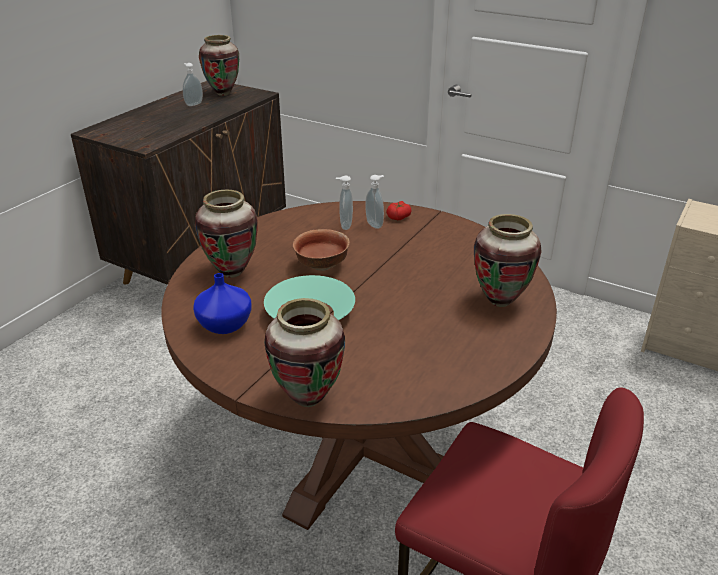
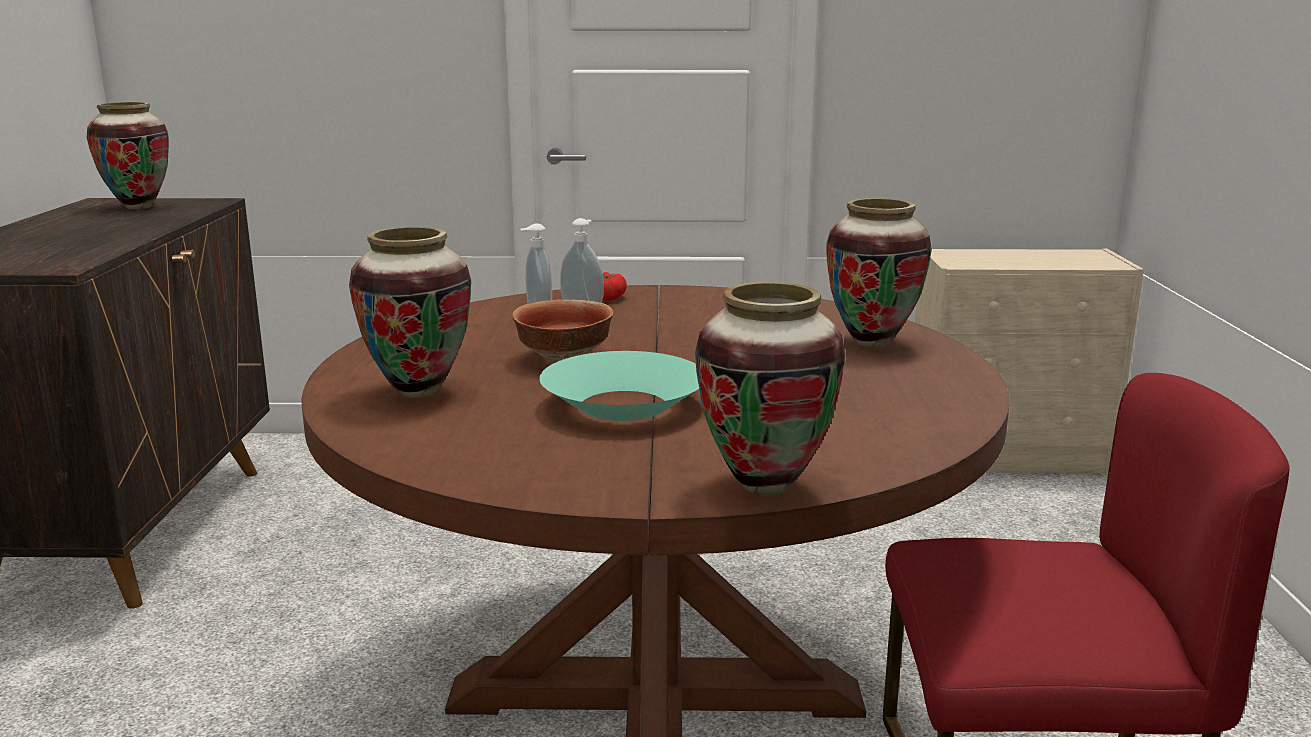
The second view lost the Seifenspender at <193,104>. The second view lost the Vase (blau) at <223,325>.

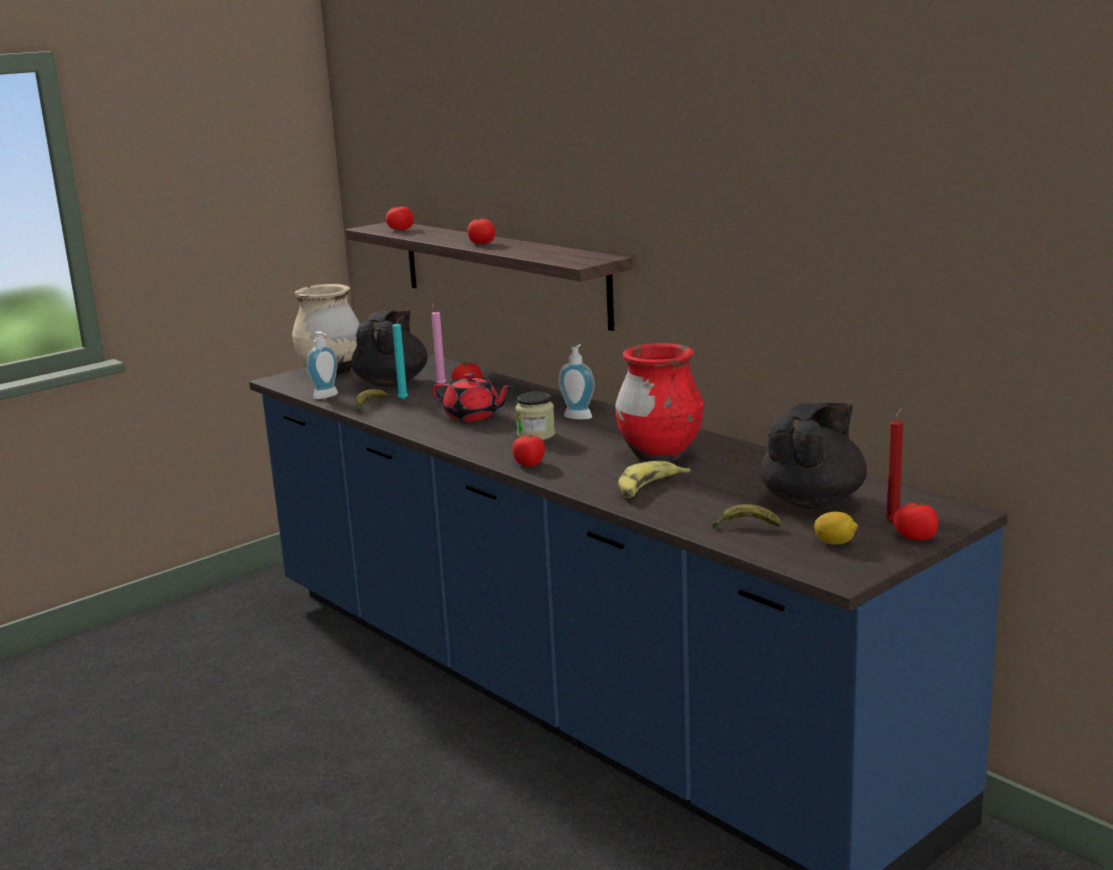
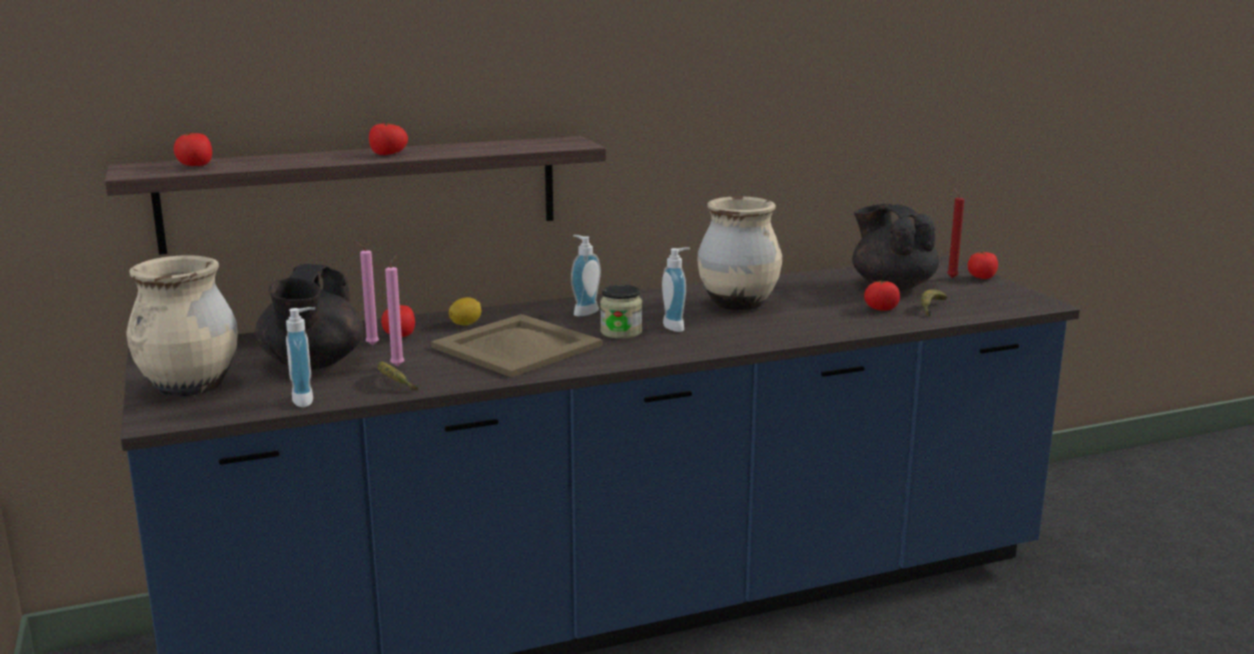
The Teekanne (schwarz) at <392,382> ended up facing another way, 120 degrees counterclockwise from before. What was the Kerze (türkis) at <405,400> turned into the Kerze (rosa) at <399,365>. What was the Vase (rot) at <660,455> turned into the Vase (beige) at <737,304>. Where the Teekanne (rot) stood at <473,416>, the Tablett (beige) came to stand at <517,346>. The Tomate ended up elsewhere, having gone from <529,464> to <880,309>. The second view lost the Banane at <648,488>. The Zitrone ended up elsewhere, having gone from <835,542> to <466,324>. The second view gained the Seifenspender at <677,326>.

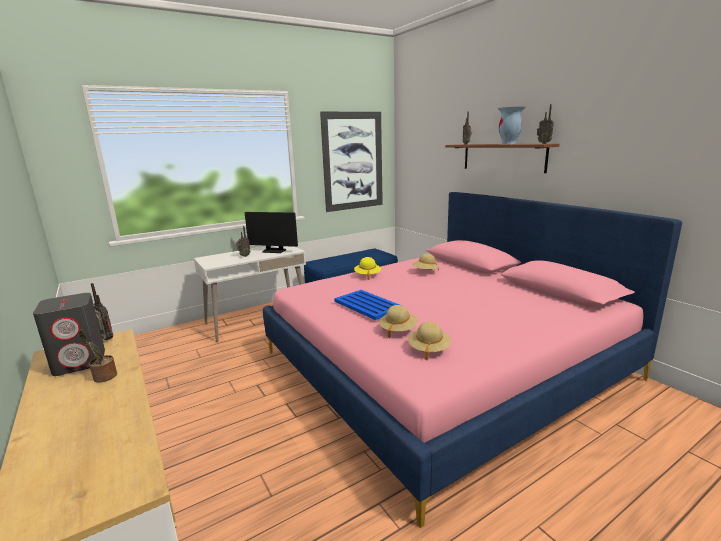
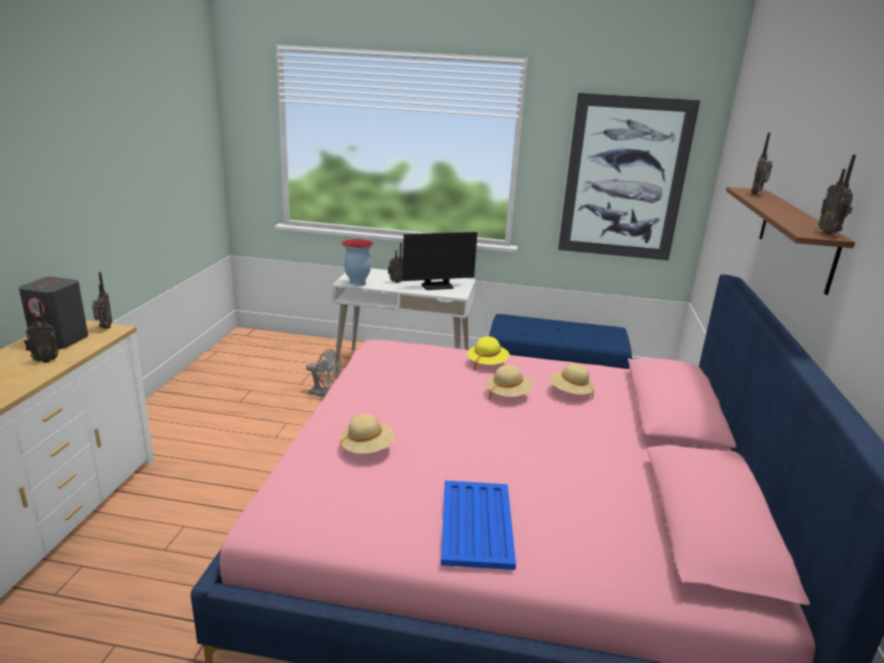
The Vase ended up elsewhere, having gone from <509,144> to <357,283>. The Monitor at <274,251> ended up facing another way, 75 degrees counterclockwise from before. The Tablett (blau) ended up elsewhere, having gone from <367,305> to <477,523>. The Hut (beige) ended up elsewhere, having gone from <429,349> to <508,394>. Where the Topfpflanze stood at <103,377>, the Radio came to stand at <45,360>. The second view gained the Ventilator (grau) at <325,394>.

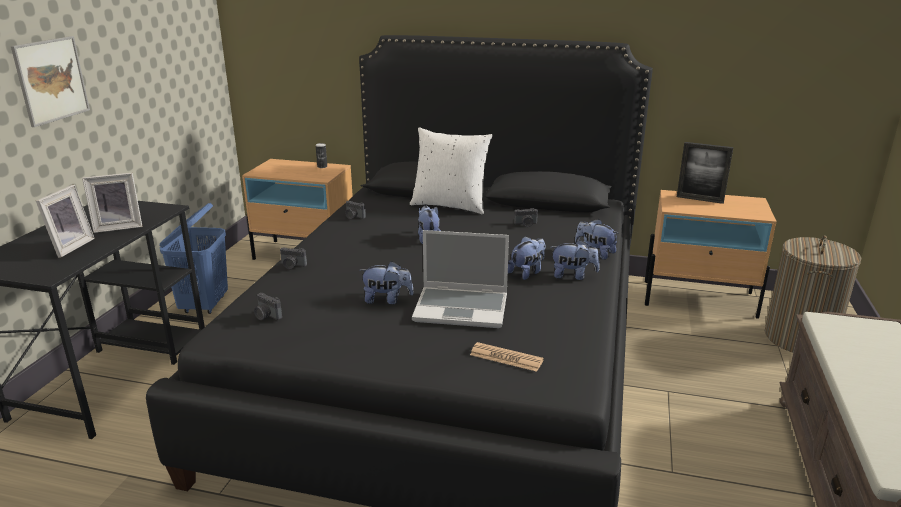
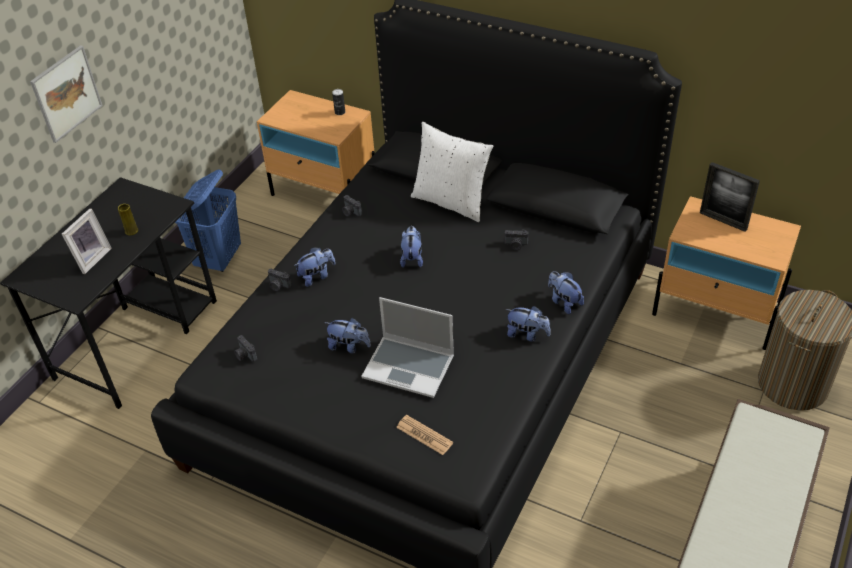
Where the Bilderrahmen stood at <118,227>, the Vase (gelb) came to stand at <131,231>. The Plüschtier ended up elsewhere, having gone from <527,272> to <316,276>.

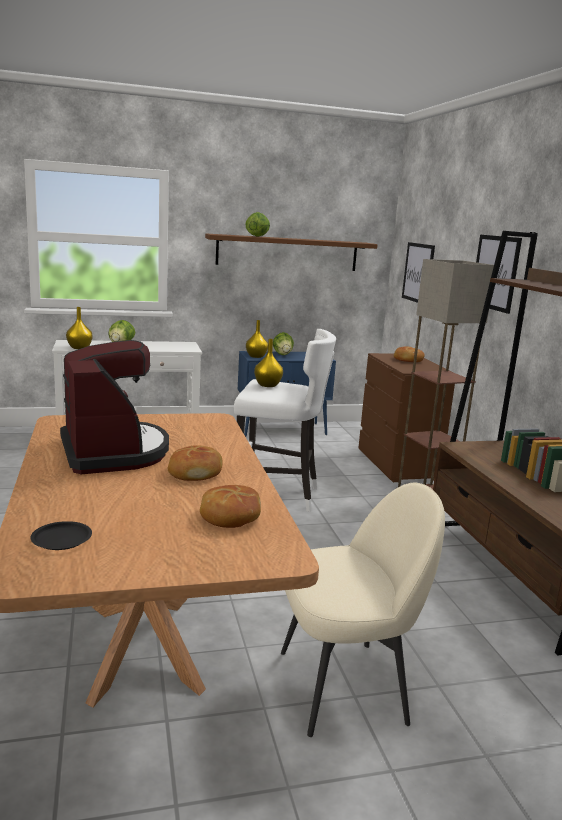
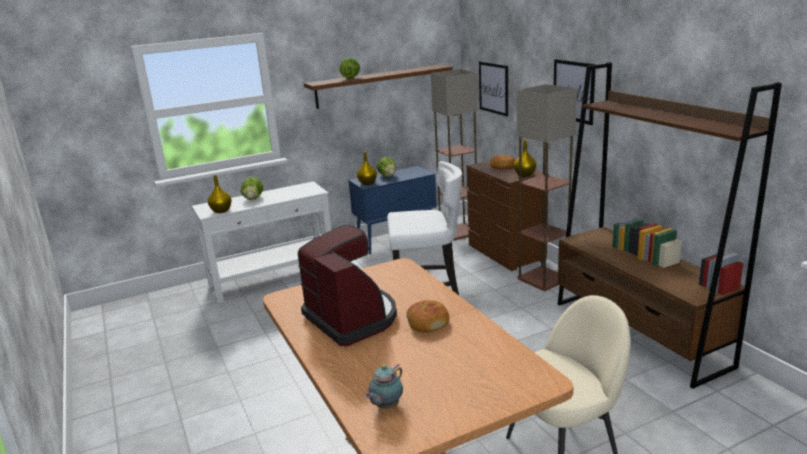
The Vase (gelb) ended up elsewhere, having gone from <267,385> to <524,175>. The second view lost the Brot at <230,516>. Where the Teller (schwarz) stood at <62,539>, the Teekanne came to stand at <386,406>. The second view gained the Stehlampe at <458,232>.

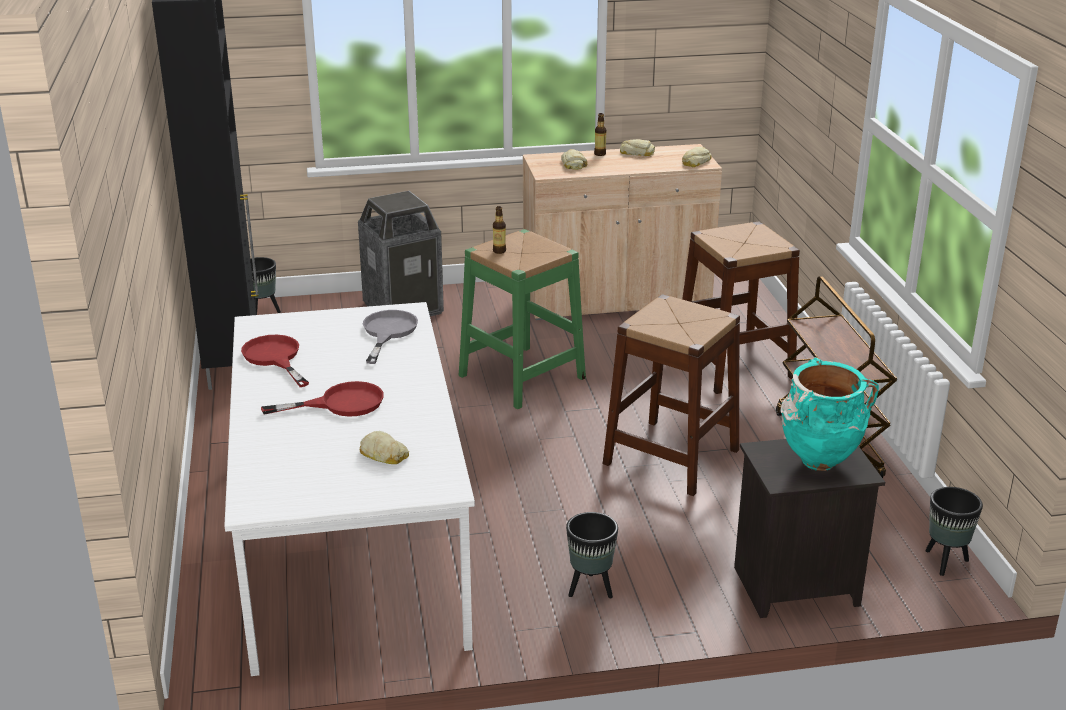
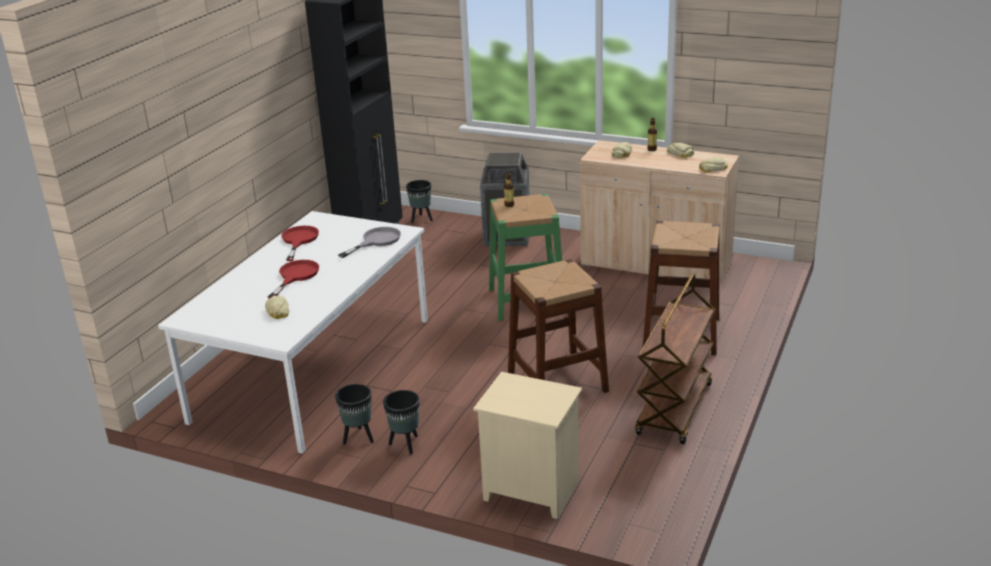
The second view lost the Vase (türkis) at <818,461>. The Pfanne (rot) at <340,403> ended up facing another way, 90 degrees counterclockwise from before. What was the Nachttisch (schwarz) at <795,588> turned into the Nachttisch (beige) at <529,491>. The Pflanzkübel (schwarz) ended up elsewhere, having gone from <945,562> to <358,438>.

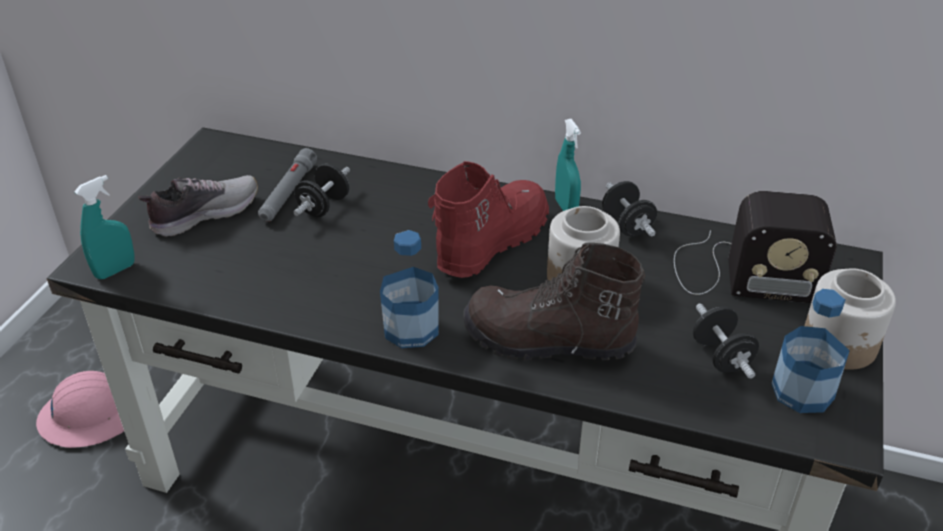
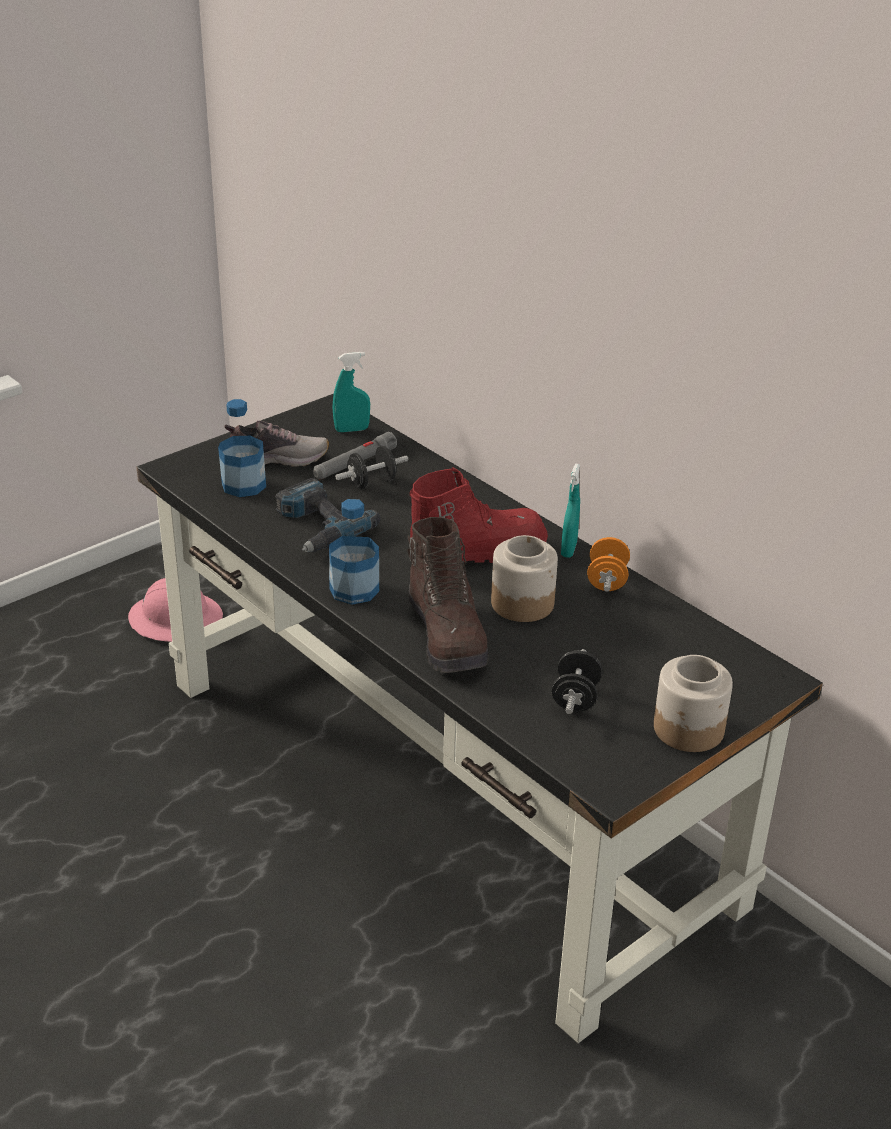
The Sprühflasche (türkis) ended up elsewhere, having gone from <115,270> to <351,430>. What was the Hantel (schwarz) at <627,225> turned into the Hantel (orange) at <607,580>. The second view lost the Radio at <739,273>. The Stiefel (braun) at <547,341> ended up facing another way, 150 degrees counterclockwise from before. The Flasche ended up elsewhere, having gone from <802,391> to <244,485>. The second view gained the Bohrmaschine at <317,527>.

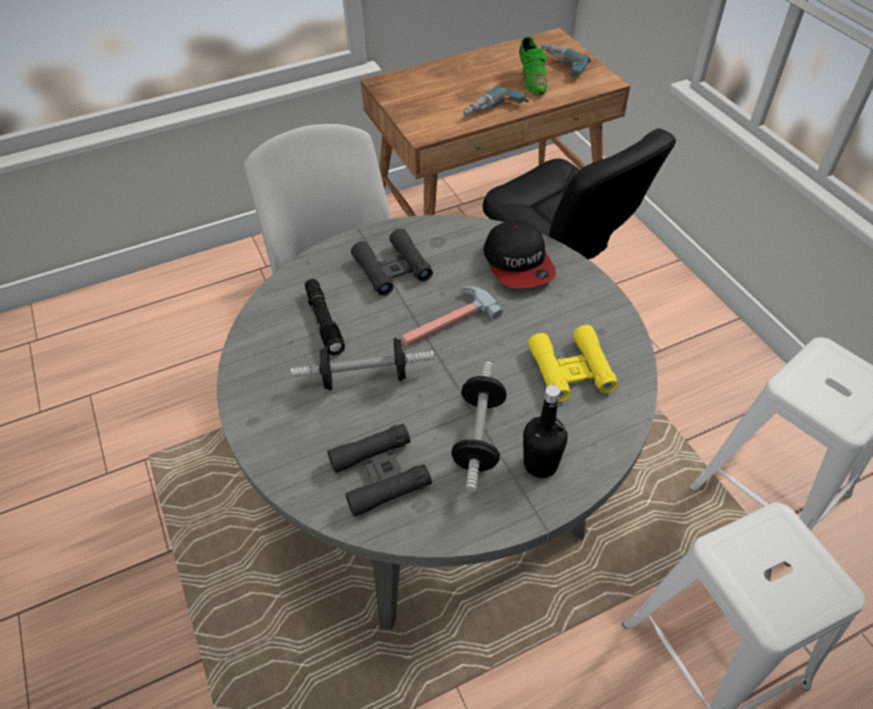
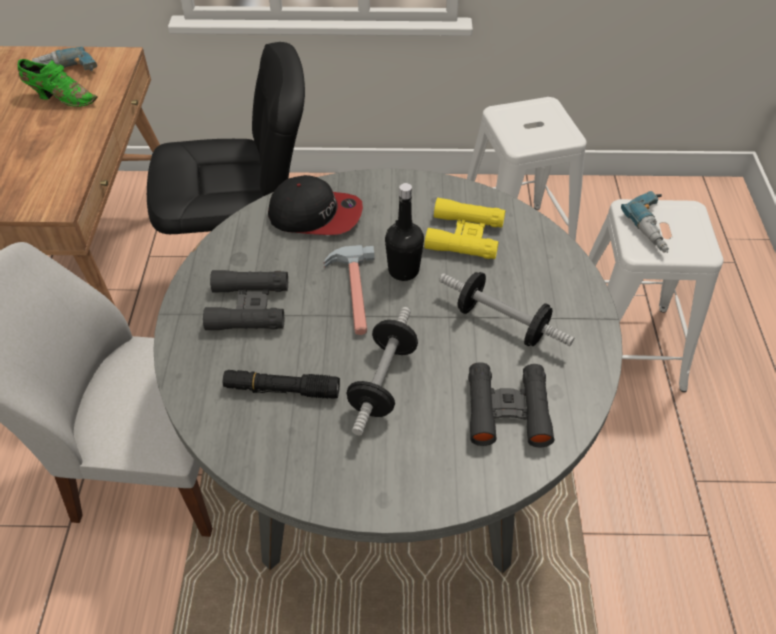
The Bohrmaschine ended up elsewhere, having gone from <495,112> to <655,228>. The Flasche (schwarz) ended up elsewhere, having gone from <540,464> to <403,270>.

